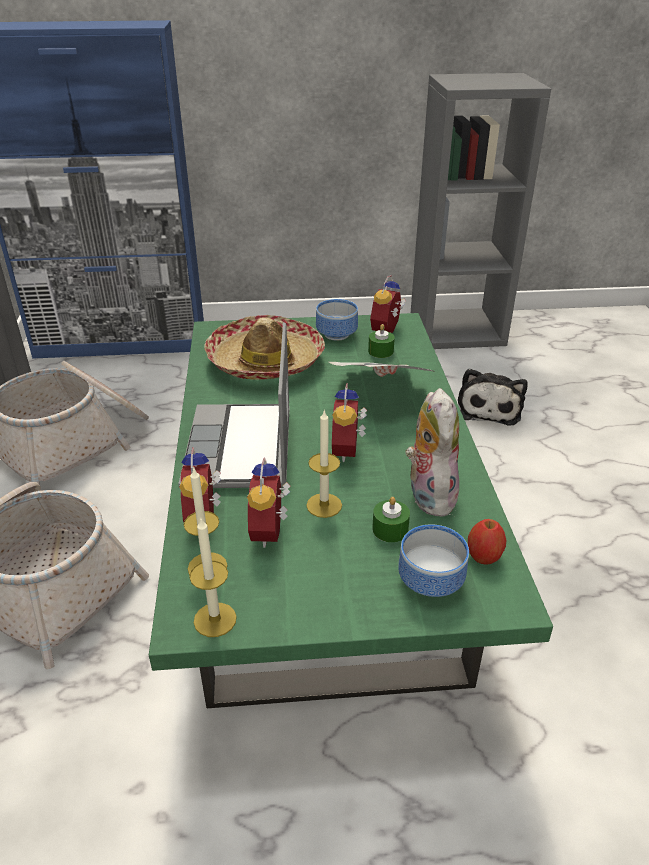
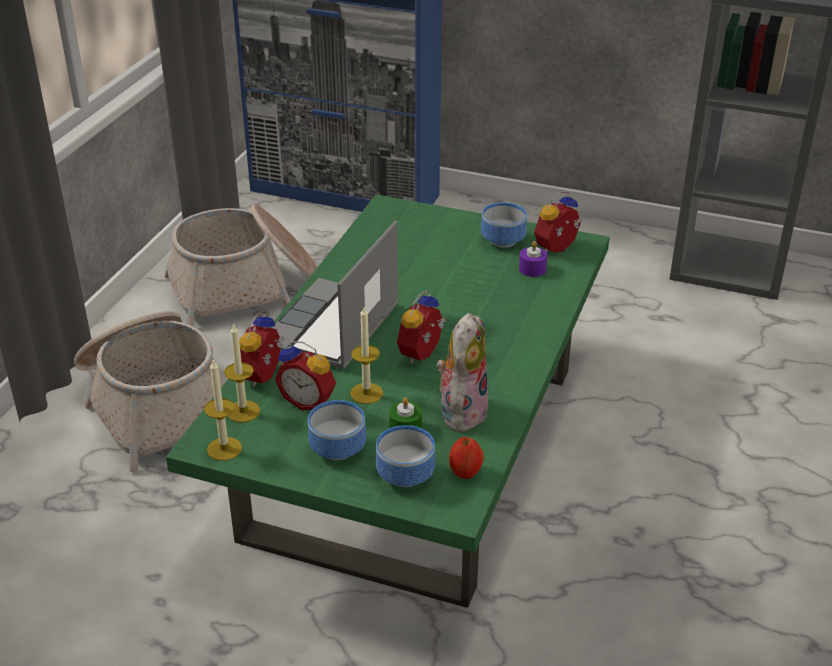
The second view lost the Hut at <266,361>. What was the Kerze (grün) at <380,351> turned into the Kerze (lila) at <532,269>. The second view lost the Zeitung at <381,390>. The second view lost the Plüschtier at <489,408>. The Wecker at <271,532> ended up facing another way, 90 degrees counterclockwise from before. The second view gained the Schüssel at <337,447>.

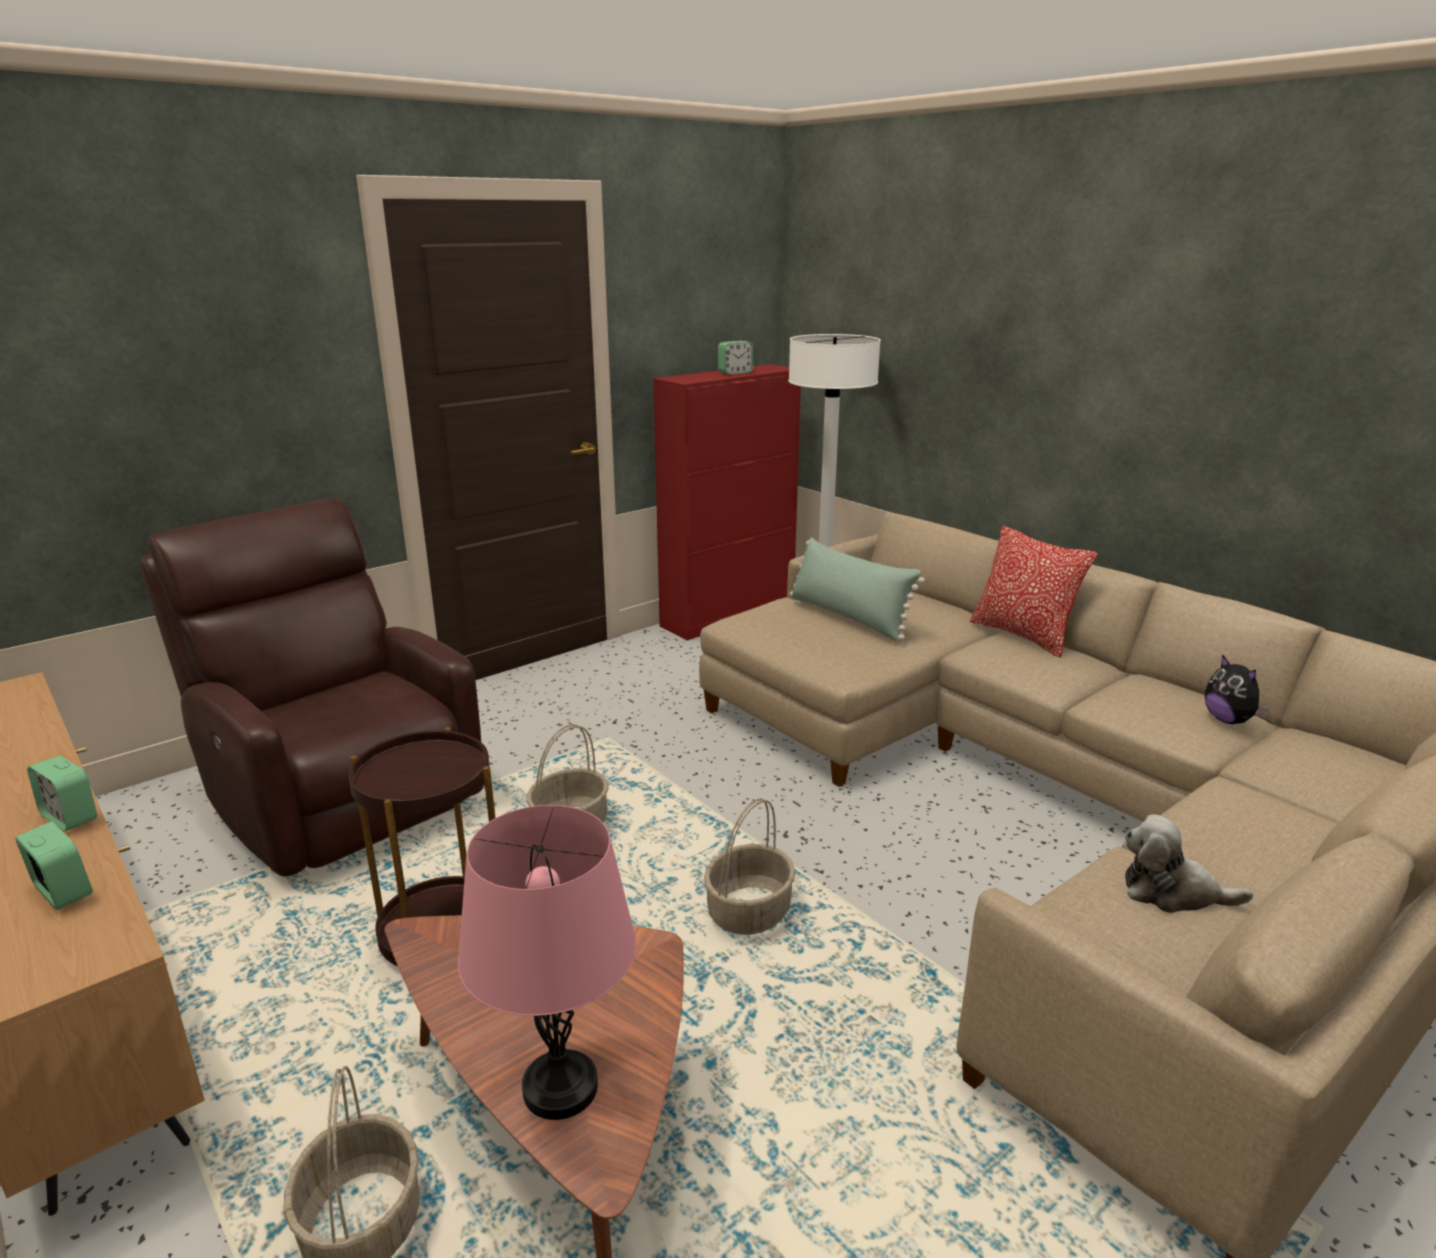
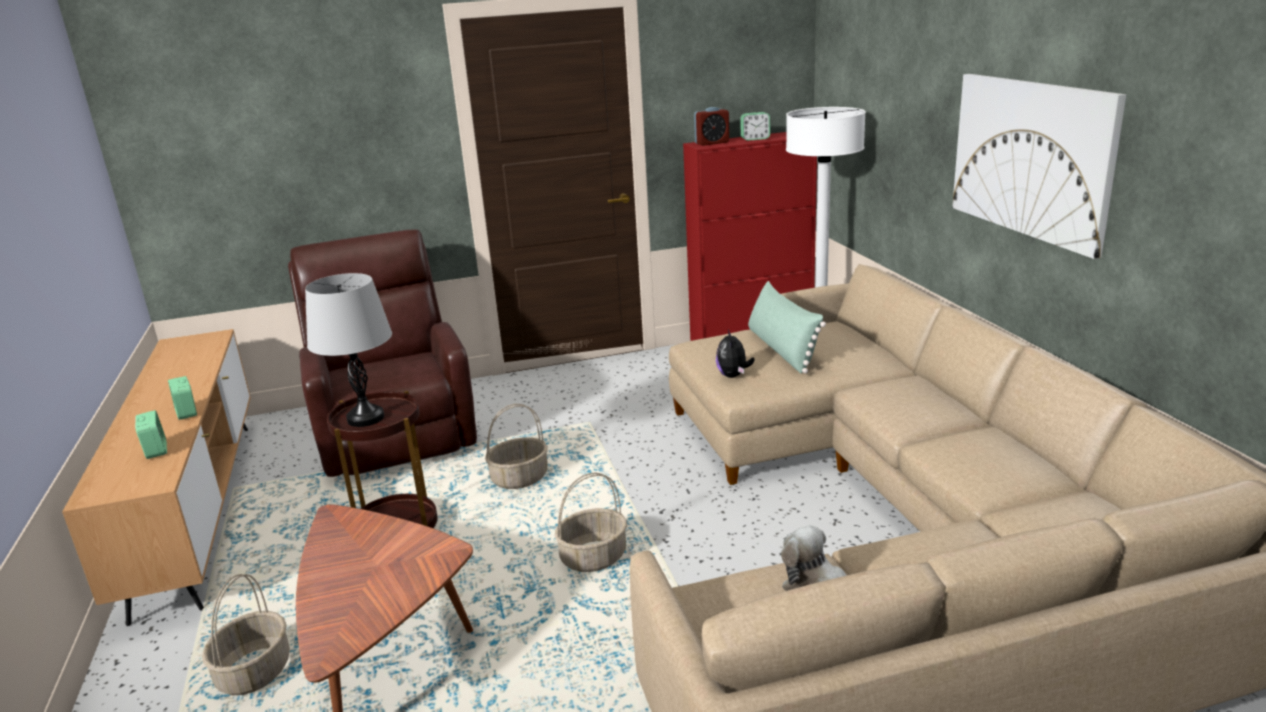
The second view lost the Kissen at <1023,635>. The Plüschtier ended up elsewhere, having gone from <1228,720> to <733,375>. The second view lost the Tischlampe (rosa) at <560,1088>. The second view gained the Bild at <1031,158>. The second view gained the Wecker at <712,143>. The second view gained the Tischlampe (grau) at <366,418>.

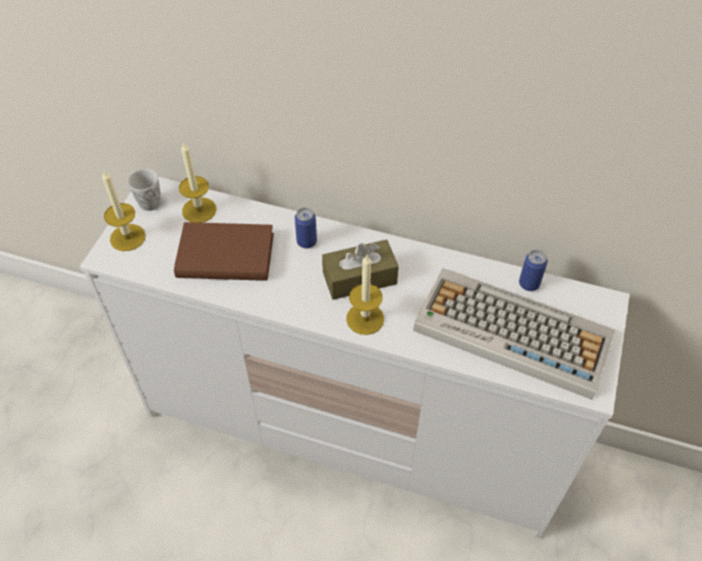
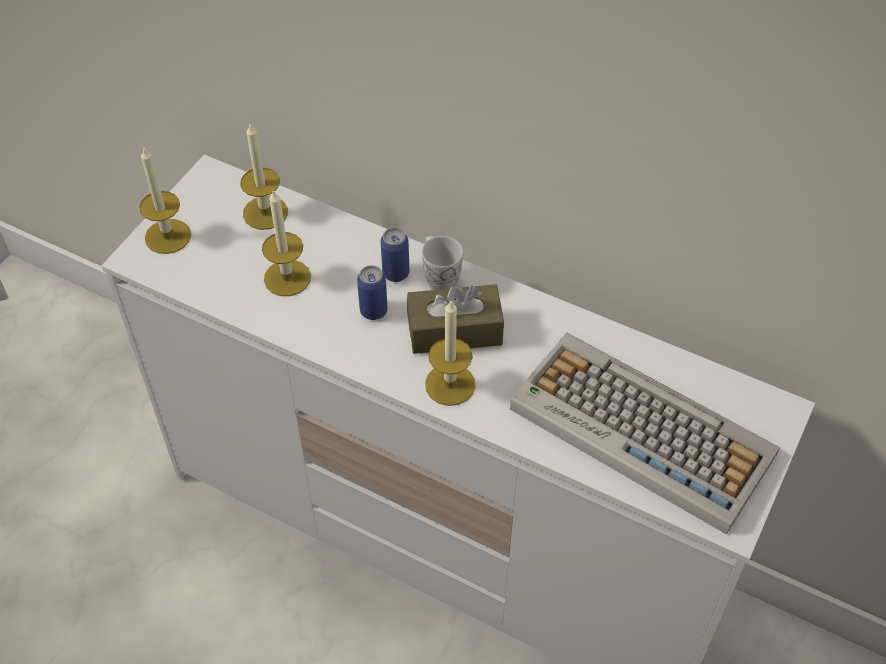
The Henkelbecher (weiß) ended up elsewhere, having gone from <147,200> to <439,277>. Where the Buch (braun) stood at <225,256>, the Kerze came to stand at <287,278>. The Dose ended up elsewhere, having gone from <529,284> to <373,311>.

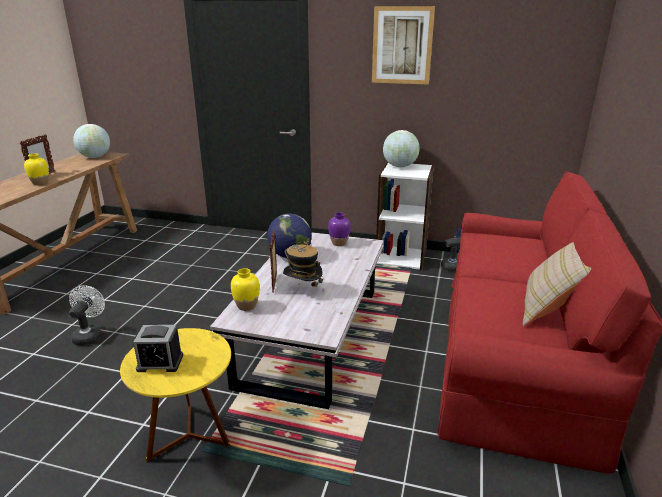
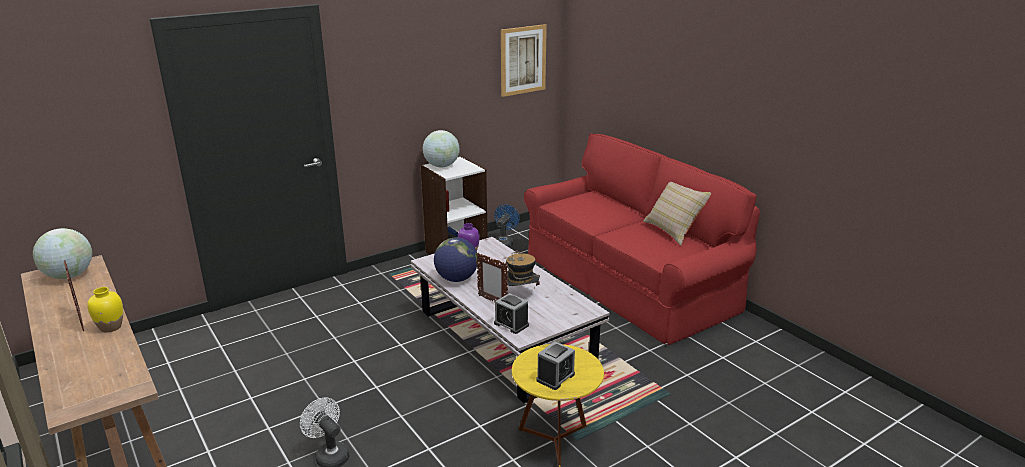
The Bild ended up elsewhere, having gone from <402,45> to <523,60>. Where the Vase (gelb) stood at <246,306>, the Wecker came to stand at <511,324>.

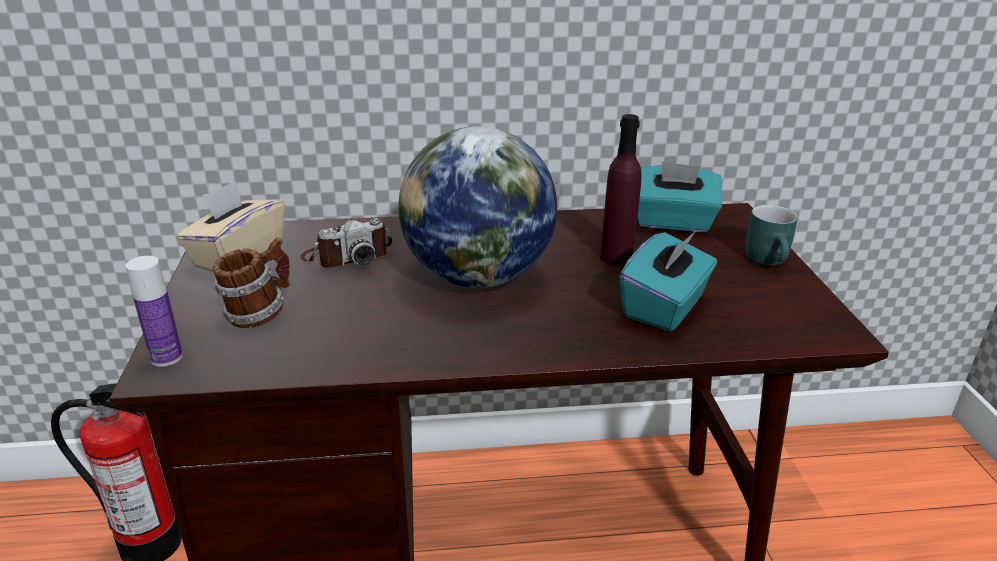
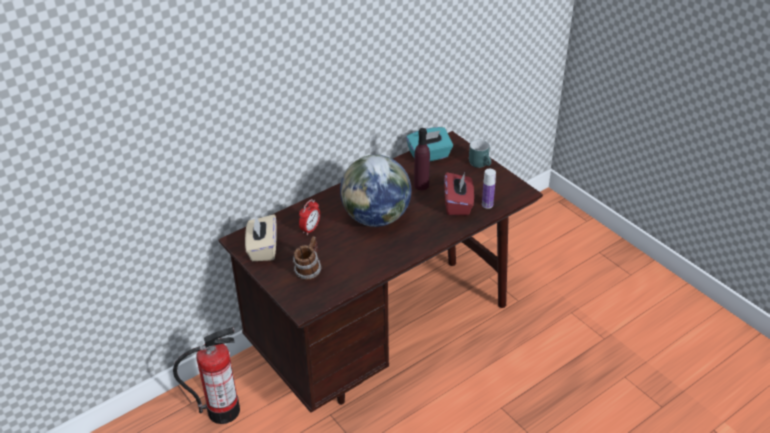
Where the Kamera stood at <347,256>, the Wecker came to stand at <310,229>. What was the Taschentuchbox (türkis) at <665,307> turned into the Taschentuchbox (rot) at <458,204>. The Flasche ended up elsewhere, having gone from <166,357> to <487,204>.

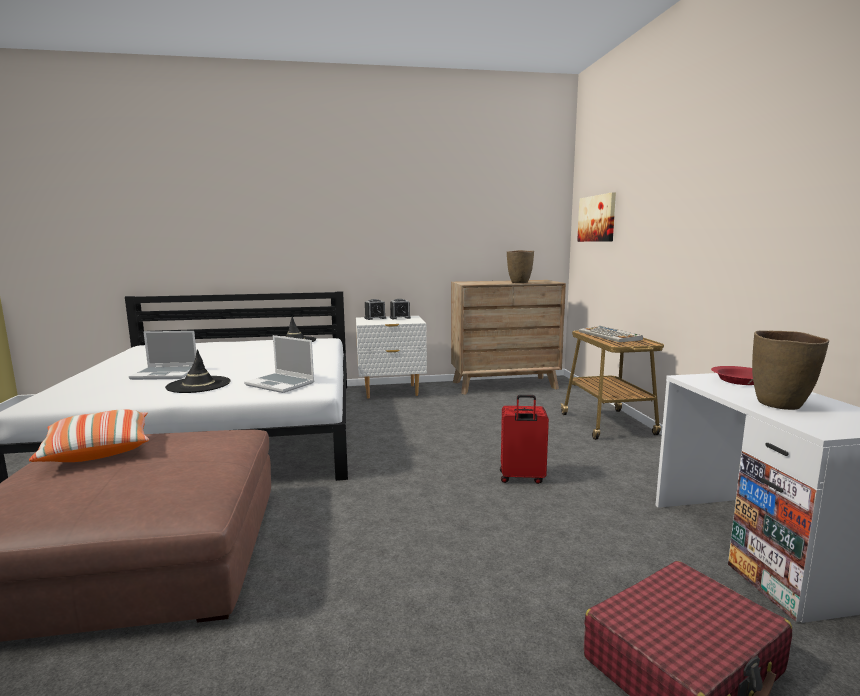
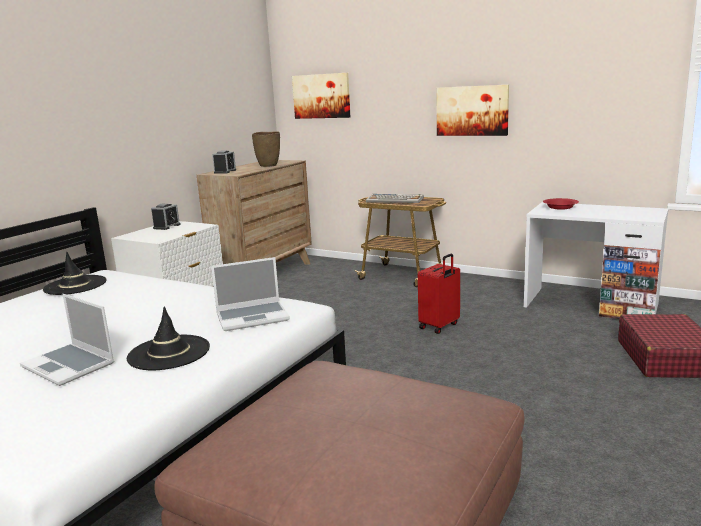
The Wecker ended up elsewhere, having gone from <375,318> to <225,171>. The Laptop at <166,374> ended up facing another way, 90 degrees clockwise from before. The second view lost the Vase (braun) at <781,404>. The second view lost the Kissen at <97,450>. The second view gained the Bild at <472,111>.

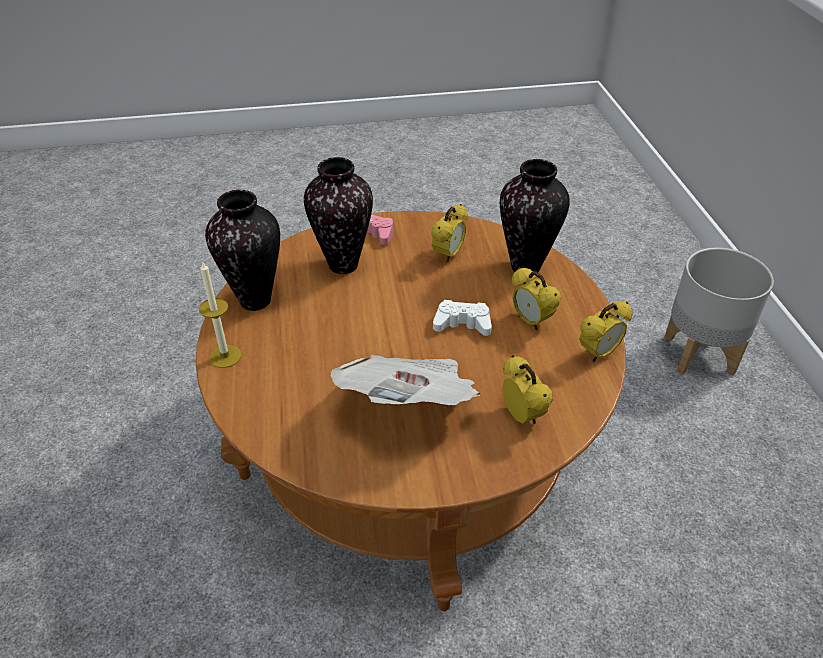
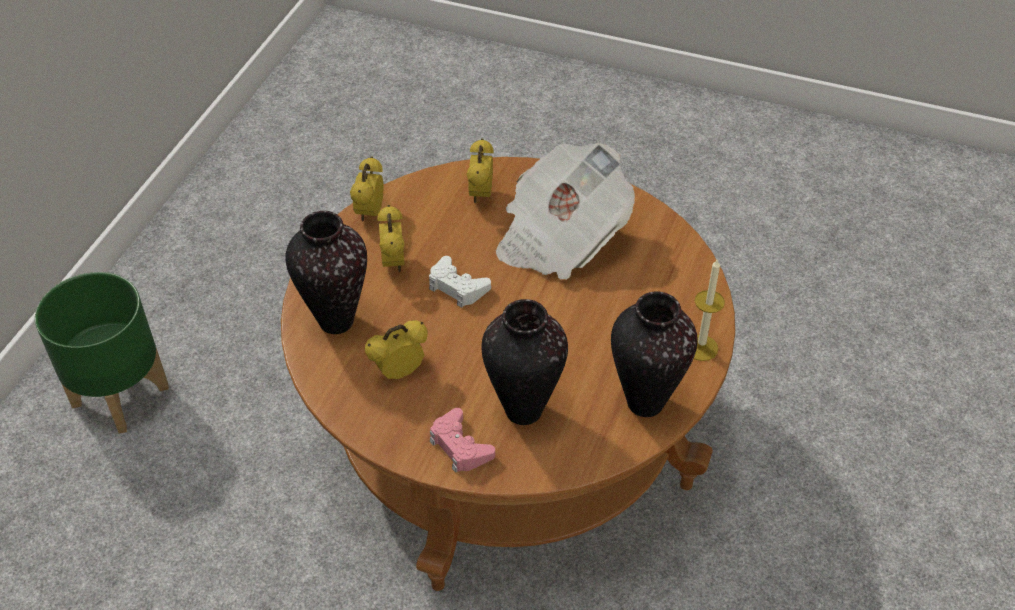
What was the Pflanzkübel (grau) at <699,354> turned into the Pflanzkübel (grün) at <119,395>. The Wecker at <598,354> ended up facing another way, 75 degrees counterclockwise from before.

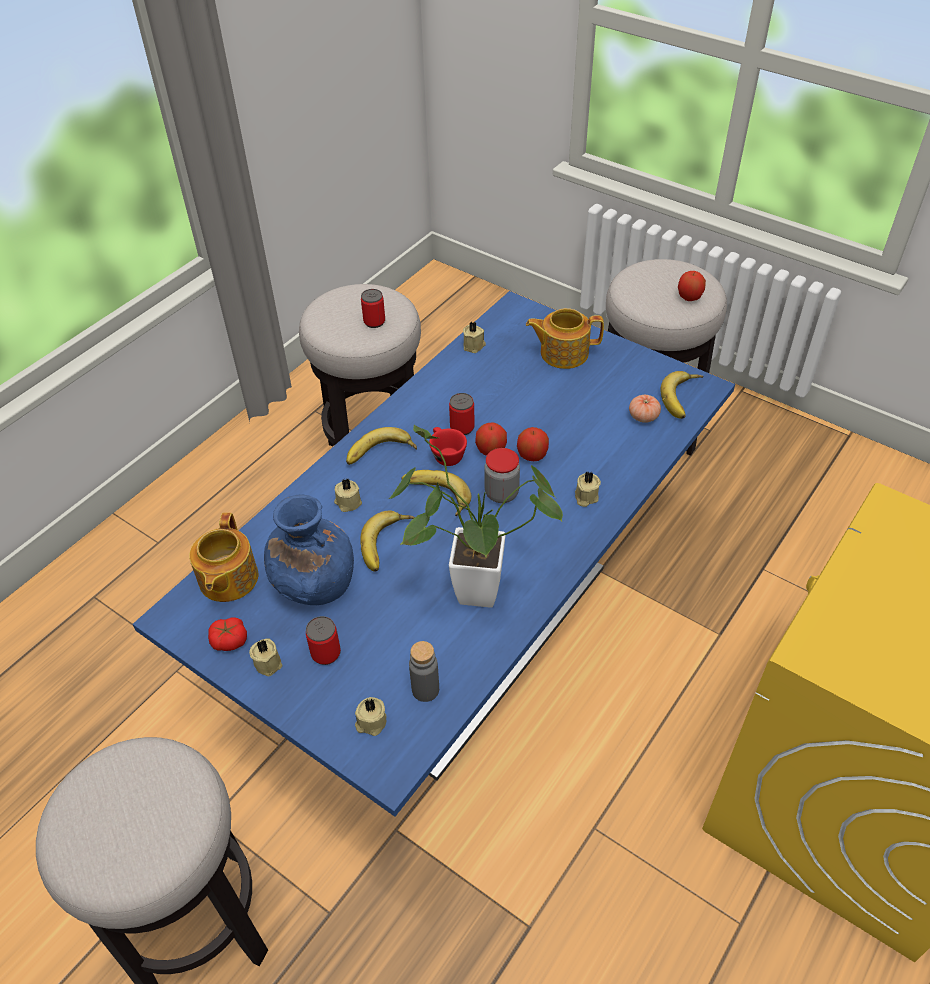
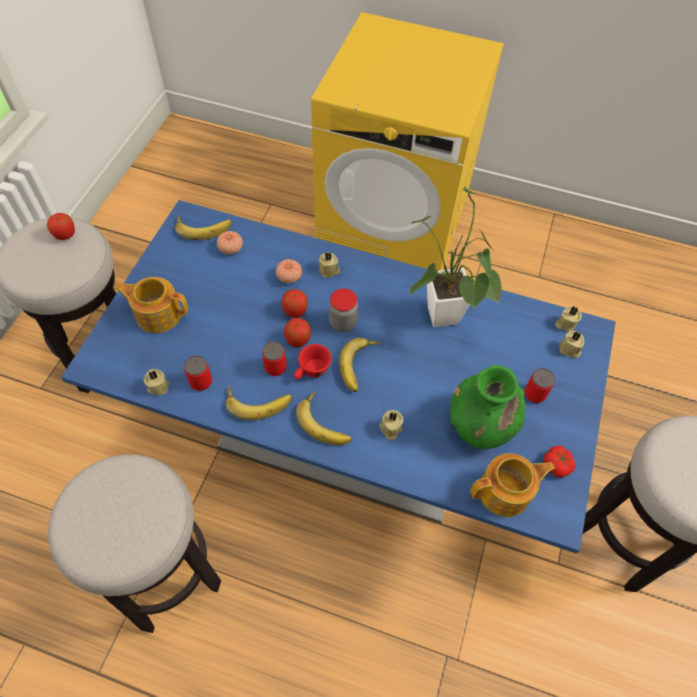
The Dose ended up elsewhere, having gone from <374,322> to <201,382>. The Teekanne at <563,353> ended up facing another way, 120 degrees clockwise from before. What was the Vase (blau) at <313,583> turned into the Vase (grün) at <480,425>. The Banane ended up elsewhere, having gone from <388,544> to <258,400>. The Kerze (beige) ended up elsewhere, having gone from <268,662> to <565,324>. The second view lost the Flasche (grau) at <425,690>. The second view gained the Tomate at <289,277>.

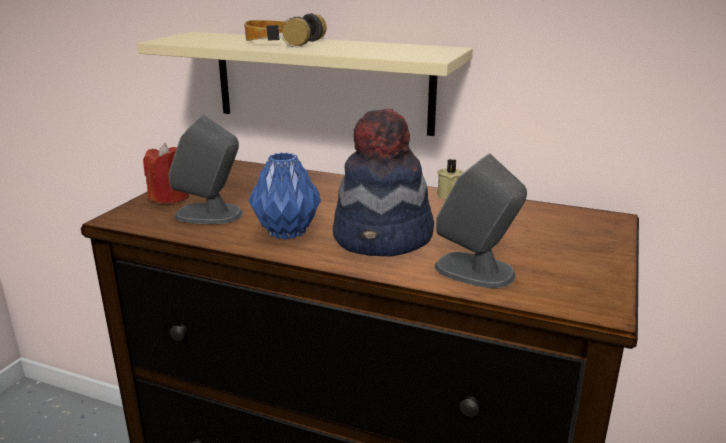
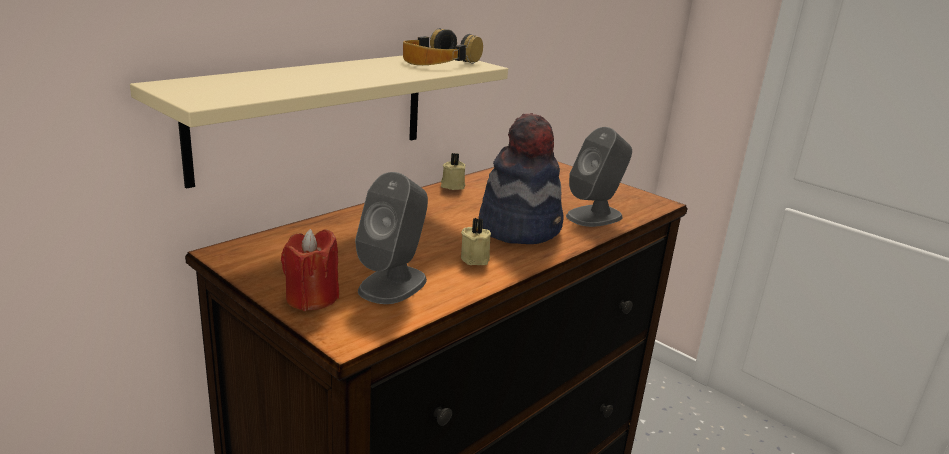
The Kopfhörer ended up elsewhere, having gone from <283,42> to <439,61>. Where the Vase (blau) stood at <288,232>, the Kerze (beige) came to stand at <476,258>.

